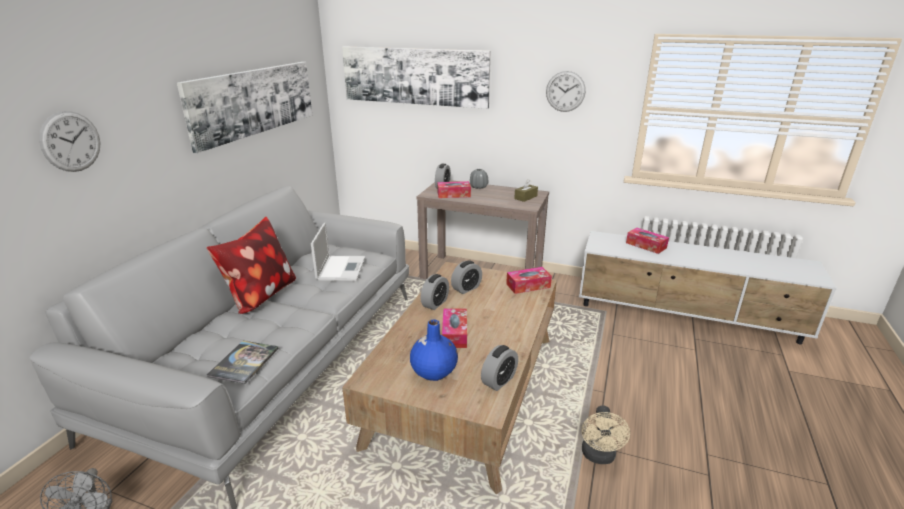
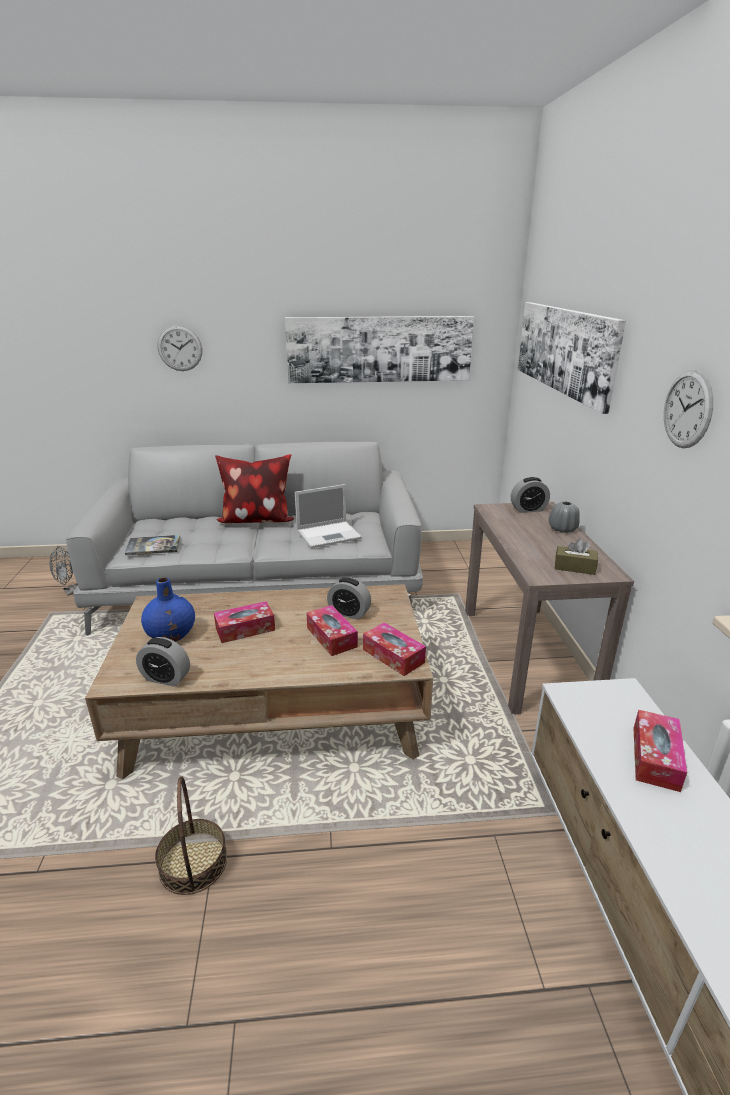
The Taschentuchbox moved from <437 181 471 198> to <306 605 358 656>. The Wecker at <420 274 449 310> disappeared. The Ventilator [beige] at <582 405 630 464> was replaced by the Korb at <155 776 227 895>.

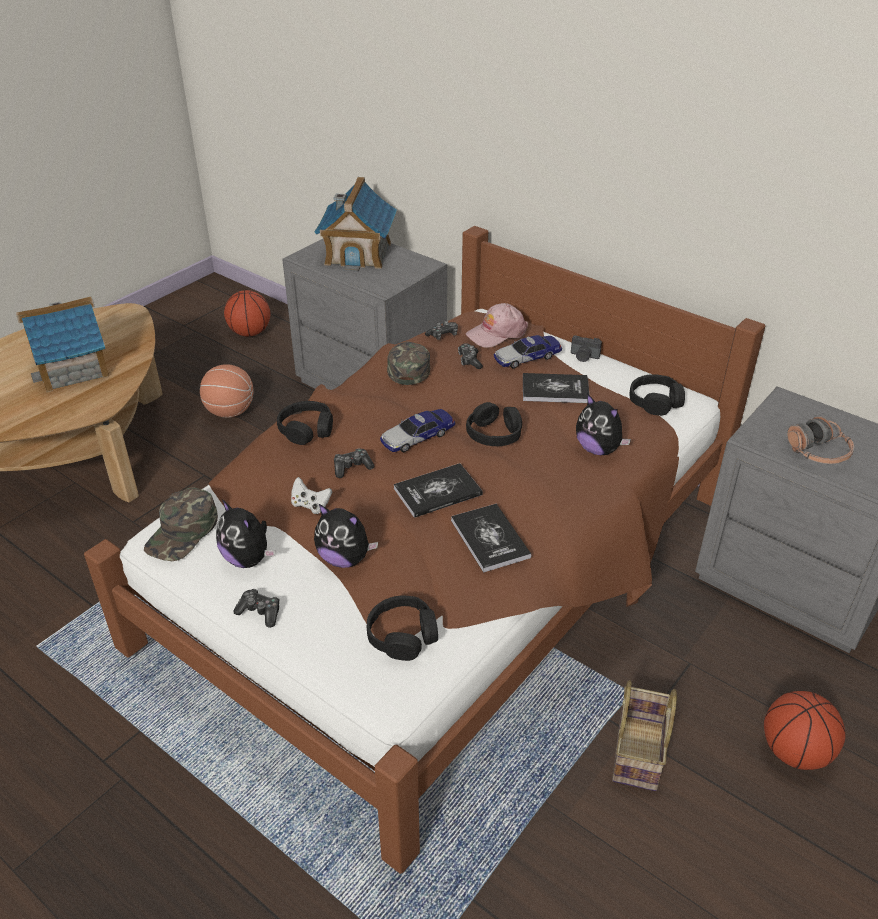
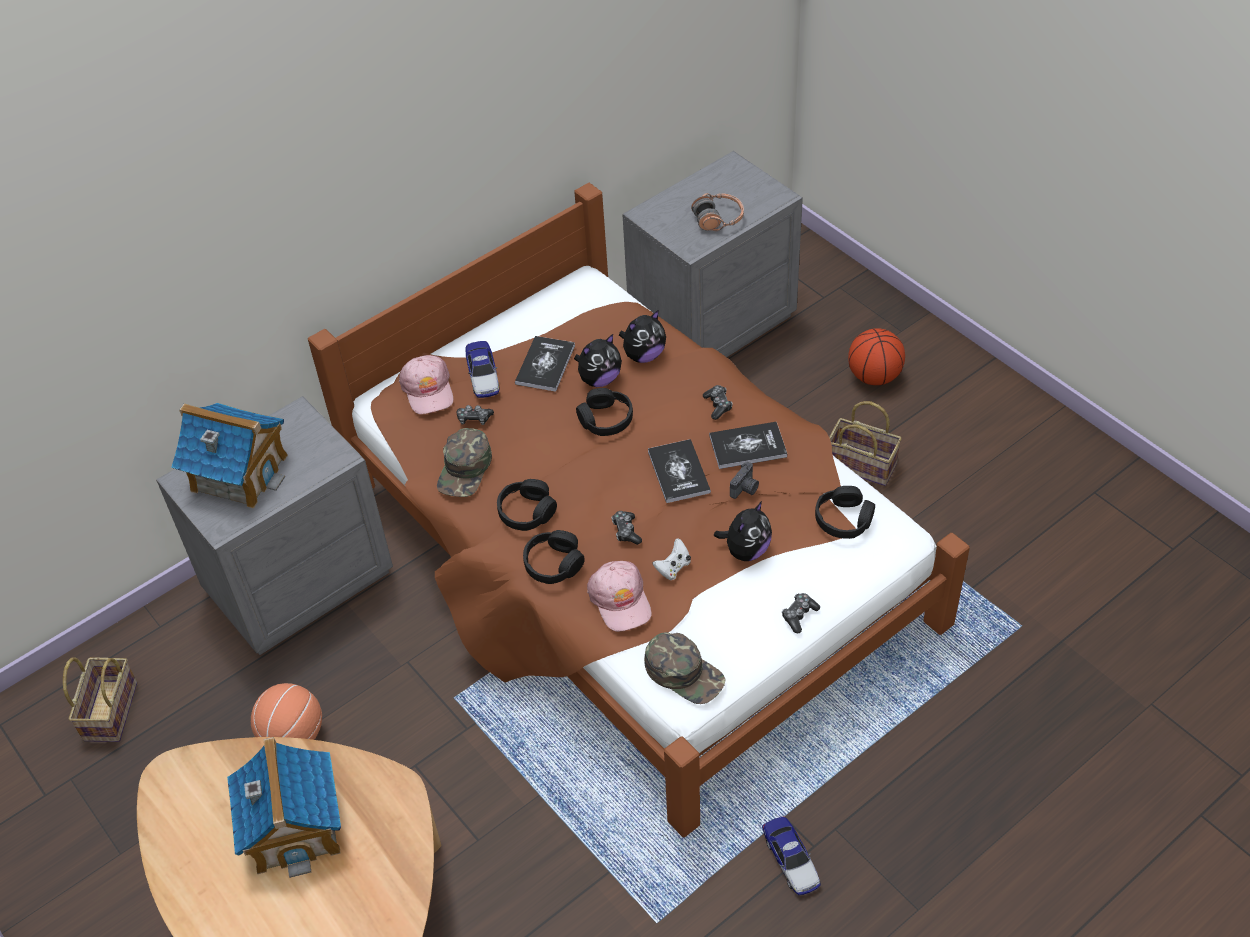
The Basketball at <224 290 270 337> was replaced by the Korb at <63 657 137 742>. The Gamepad moved from <425 321 458 340> to <703 385 732 420>. The Kamera moved from <571 335 602 362> to <730 462 759 499>. The Kappe [grün] at <387 342 430 385> turned 90 degrees counterclockwise. The Kopfhörer [schwarz] moved from <629 374 685 416> to <497 479 557 531>. The Spielzeugauto moved from <380 409 455 452> to <762 817 821 895>. The Plüschtier moved from <216 500 276 568> to <574 334 622 387>. The Kappe [rosa] at <587 561 652 632> appeared.

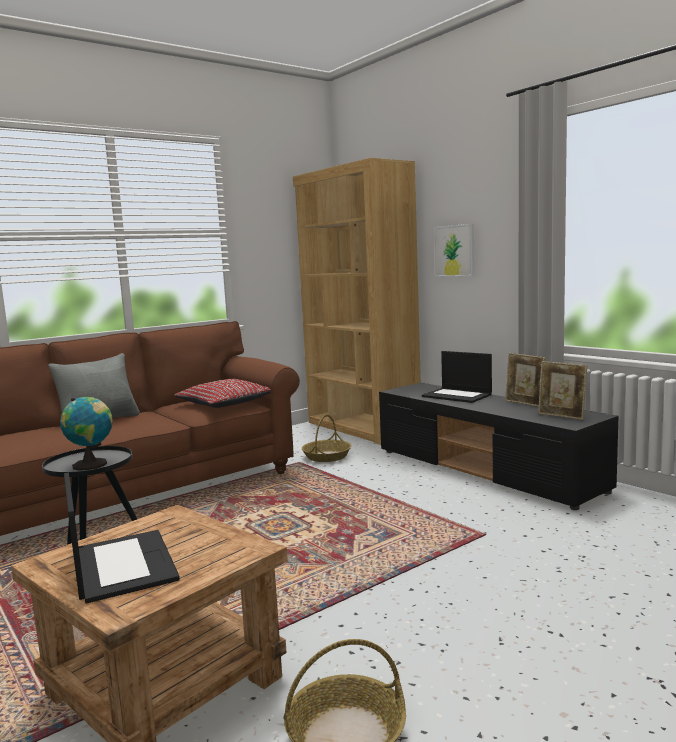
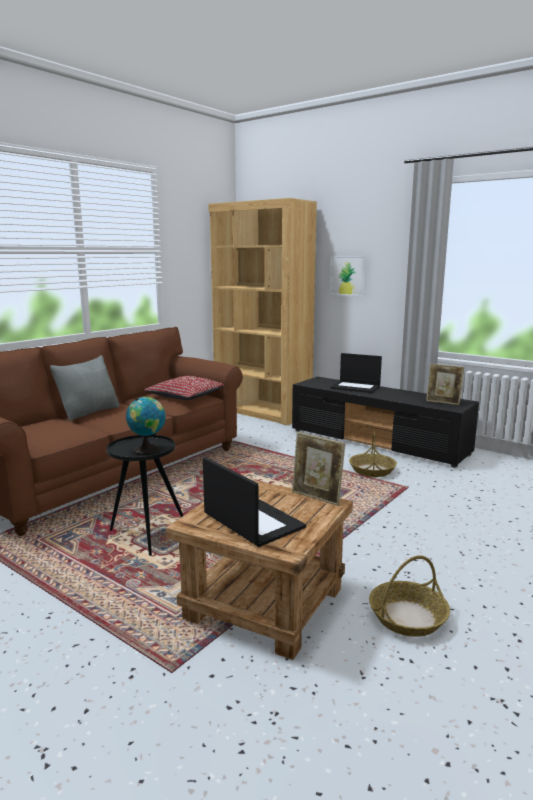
The Bilderrahmen moved from <505 353 546 407> to <292 432 345 506>. The Korb moved from <302 414 351 462> to <349 432 397 477>.

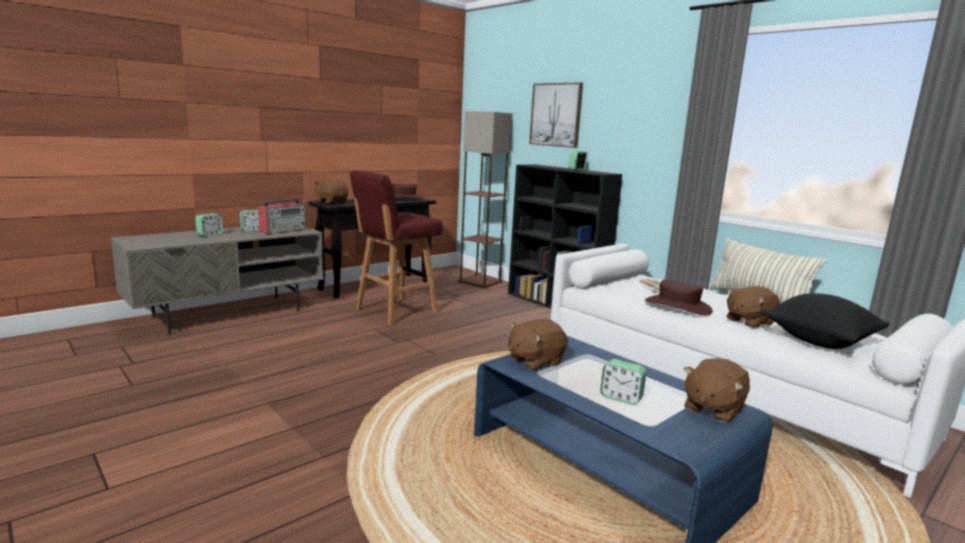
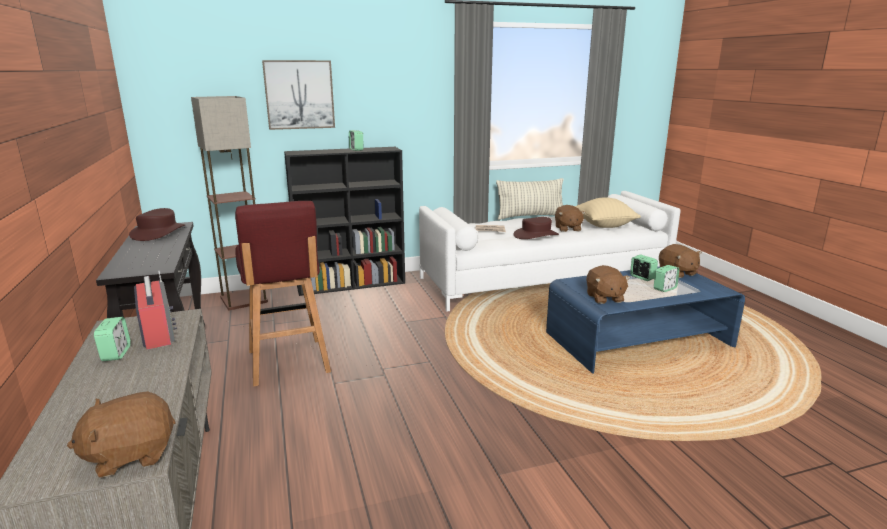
The Plüschtier [braun] moved from <314 179 348 204> to <67 391 176 478>. The Wecker moved from <195 213 223 237> to <630 255 658 281>. The Kissen [schwarz] at <762 293 890 349> became the Kissen [beige] at <574 197 641 228>.

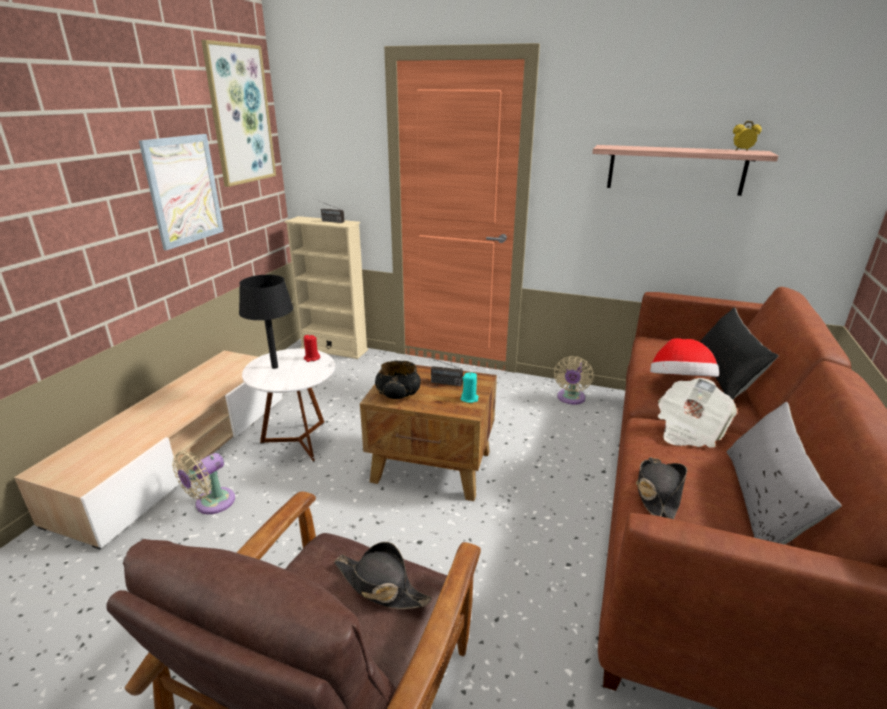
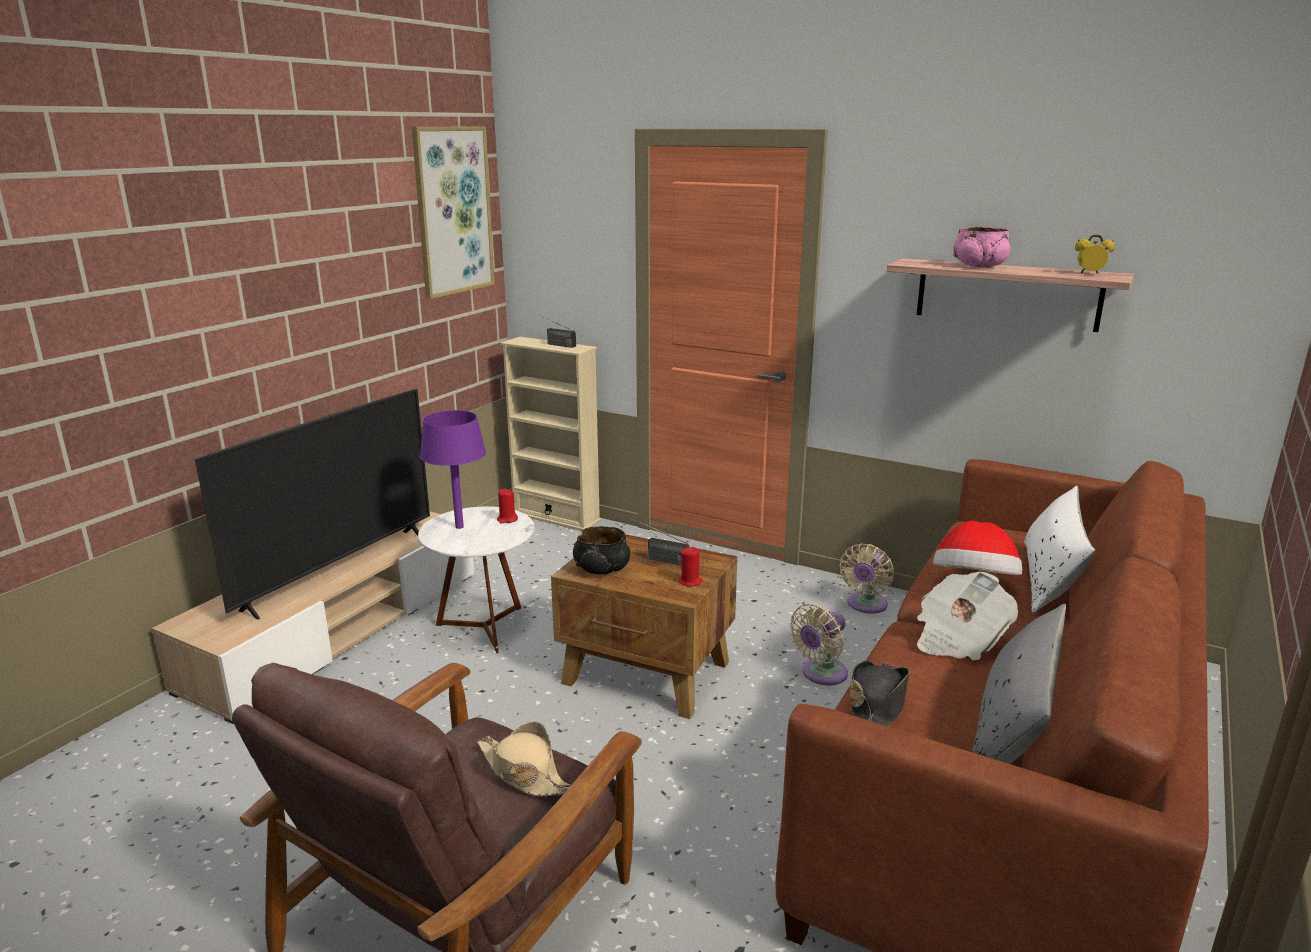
The Bild at <139 134 224 250> disappeared. The Tischlampe [schwarz] at <239 275 293 369> became the Tischlampe [lila] at <420 410 486 529>. The Kissen [schwarz] at <700 307 778 400> became the Kissen [weiß] at <1024 486 1095 614>. The Kerze [türkis] at <461 372 479 403> became the Kerze [rot] at <678 547 703 586>. The Ventilator [beige] moved from <172 451 235 514> to <789 604 848 685>. The Hut [schwarz] at <334 542 432 609> became the Hut [beige] at <478 722 571 796>. The Schüssel [rosa] at <953 227 1011 268> appeared. The Fernseher at <195 389 430 620> appeared.

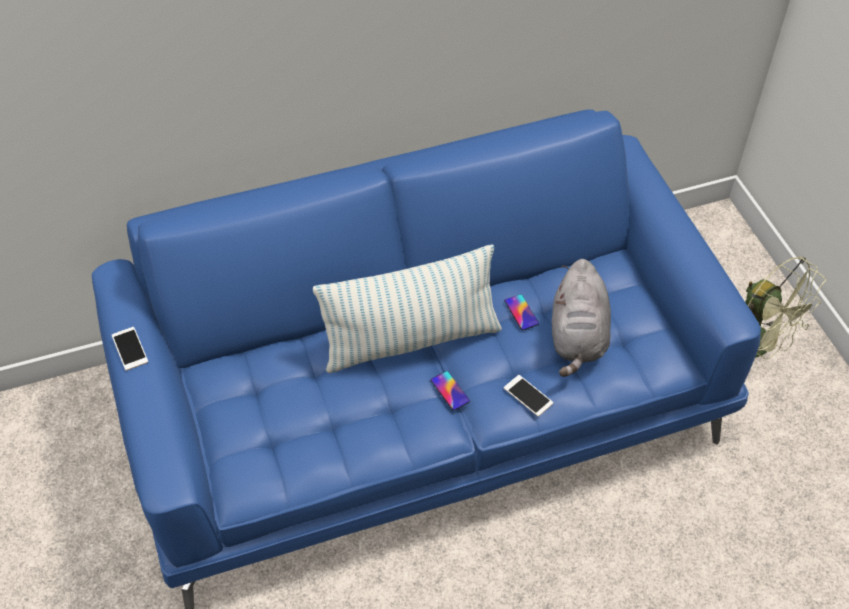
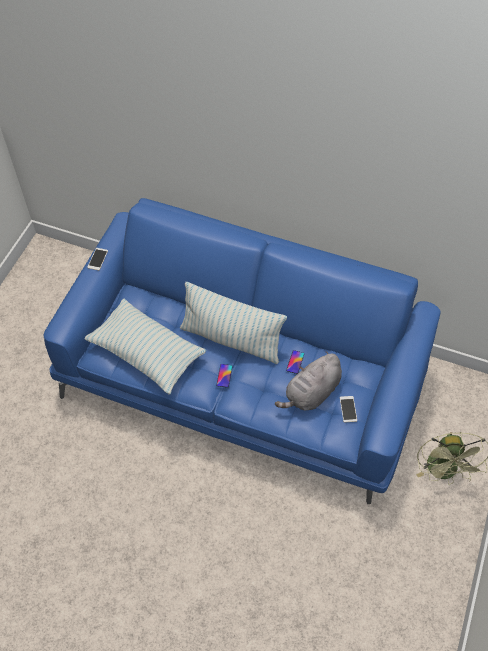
The Handy moved from <504 375 553 416> to <340 396 357 422>. The Kissen at <85 299 206 394> appeared.

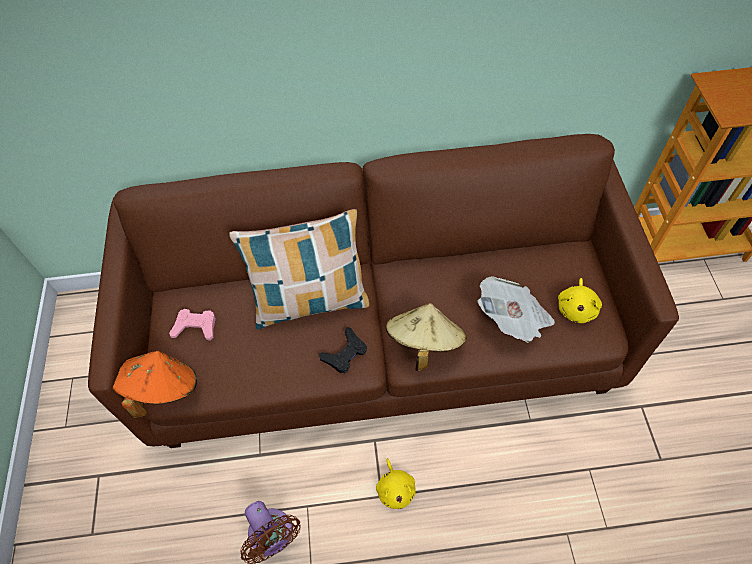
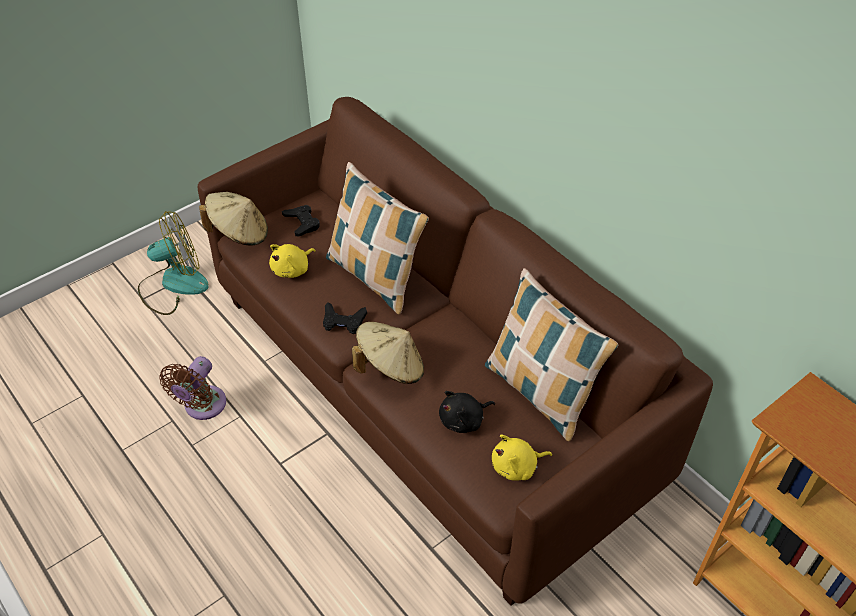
The Zeitung at <477 276 555 343> was replaced by the Plüschtier [schwarz] at <439 391 495 433>. The Gamepad [rosa] at <169 309 216 341> became the Gamepad [schwarz] at <282 205 320 236>. The Hut [orange] at <113 351 197 418> became the Hut [beige] at <199 192 268 246>. The Plüschtier [gelb] moved from <376 458 416 509> to <269 244 315 278>. The Ventilator at <138 211 209 315> appeared. The Kissen at <485 268 618 441> appeared.

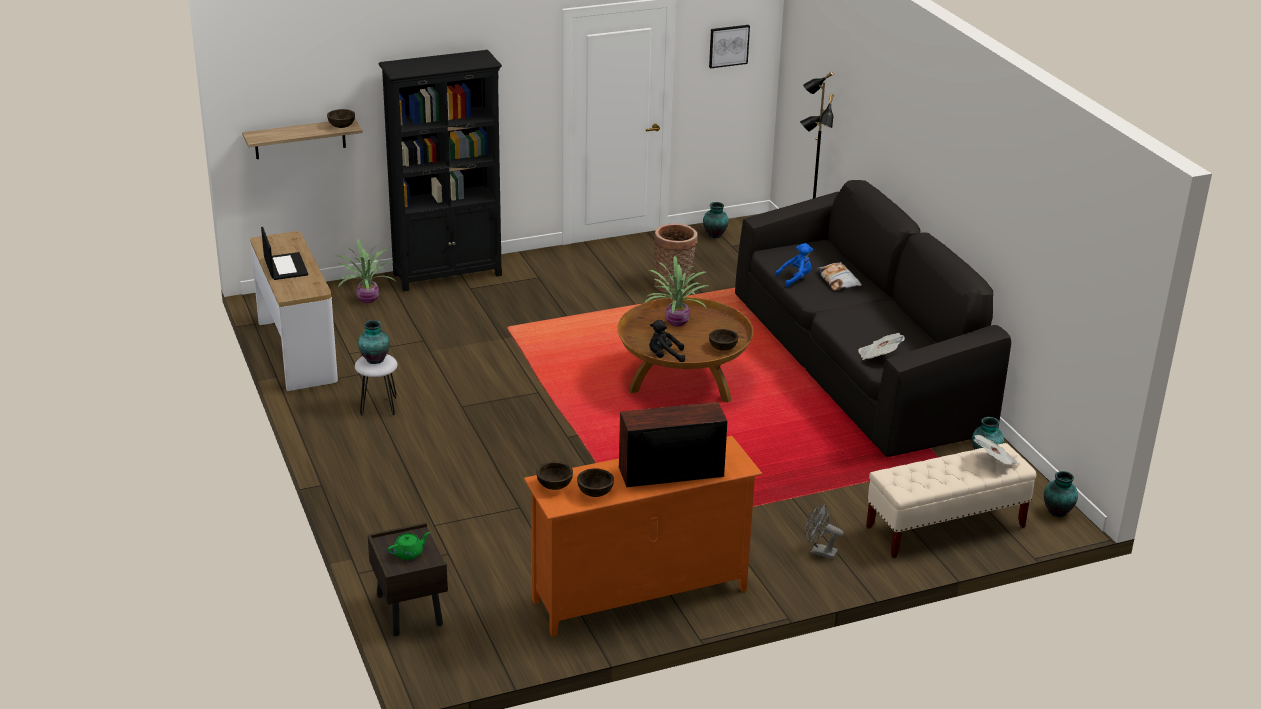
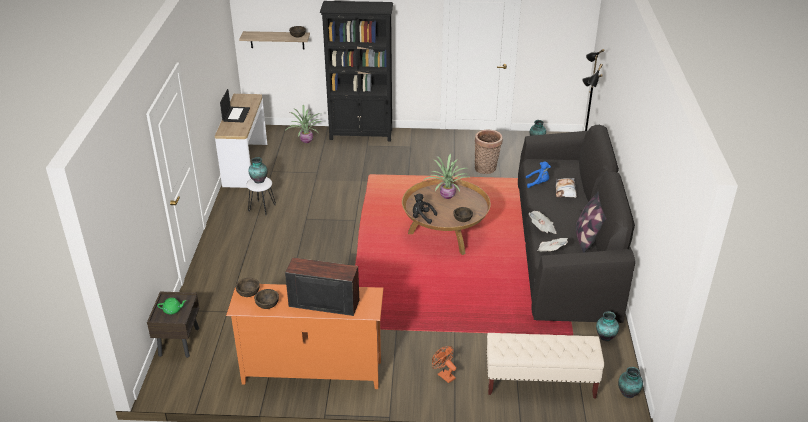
The Bild at <709 25 750 68> disappeared. The Zeitung moved from <974 435 1020 466> to <529 211 557 234>. The Ventilator [grau] at <805 504 844 559> became the Ventilator [orange] at <432 346 456 383>. The Kissen at <576 191 607 253> appeared.

